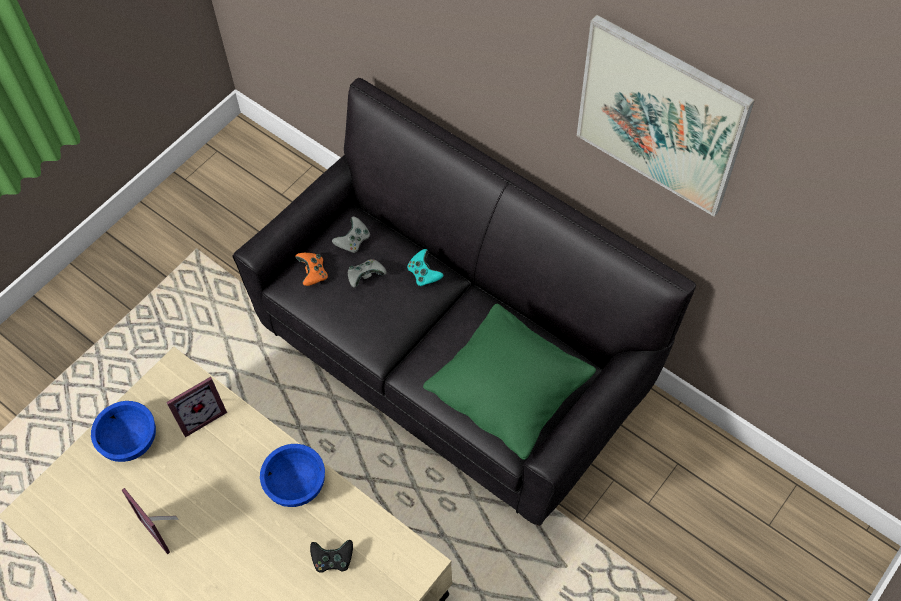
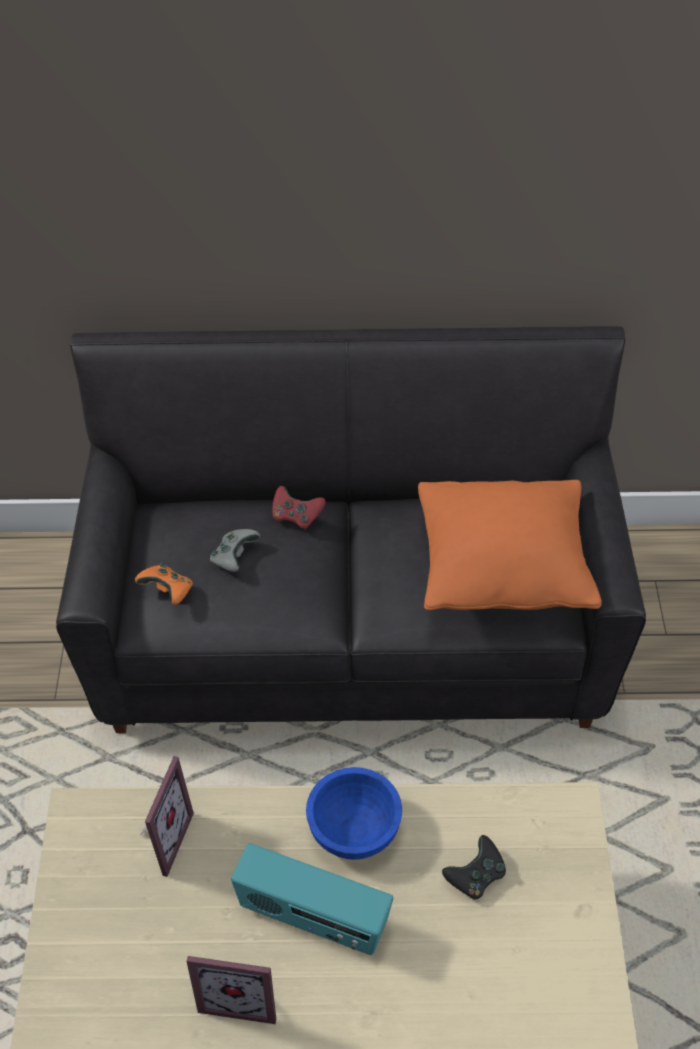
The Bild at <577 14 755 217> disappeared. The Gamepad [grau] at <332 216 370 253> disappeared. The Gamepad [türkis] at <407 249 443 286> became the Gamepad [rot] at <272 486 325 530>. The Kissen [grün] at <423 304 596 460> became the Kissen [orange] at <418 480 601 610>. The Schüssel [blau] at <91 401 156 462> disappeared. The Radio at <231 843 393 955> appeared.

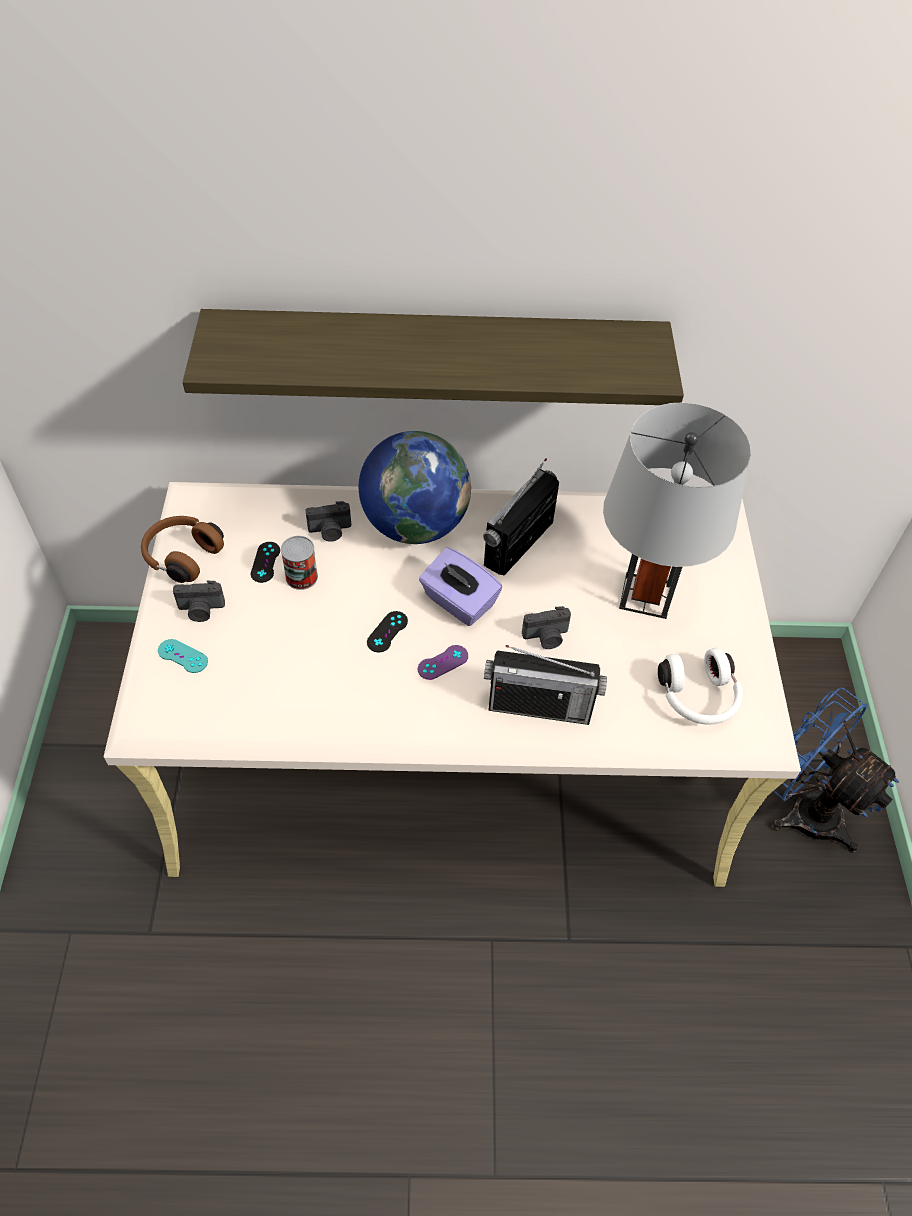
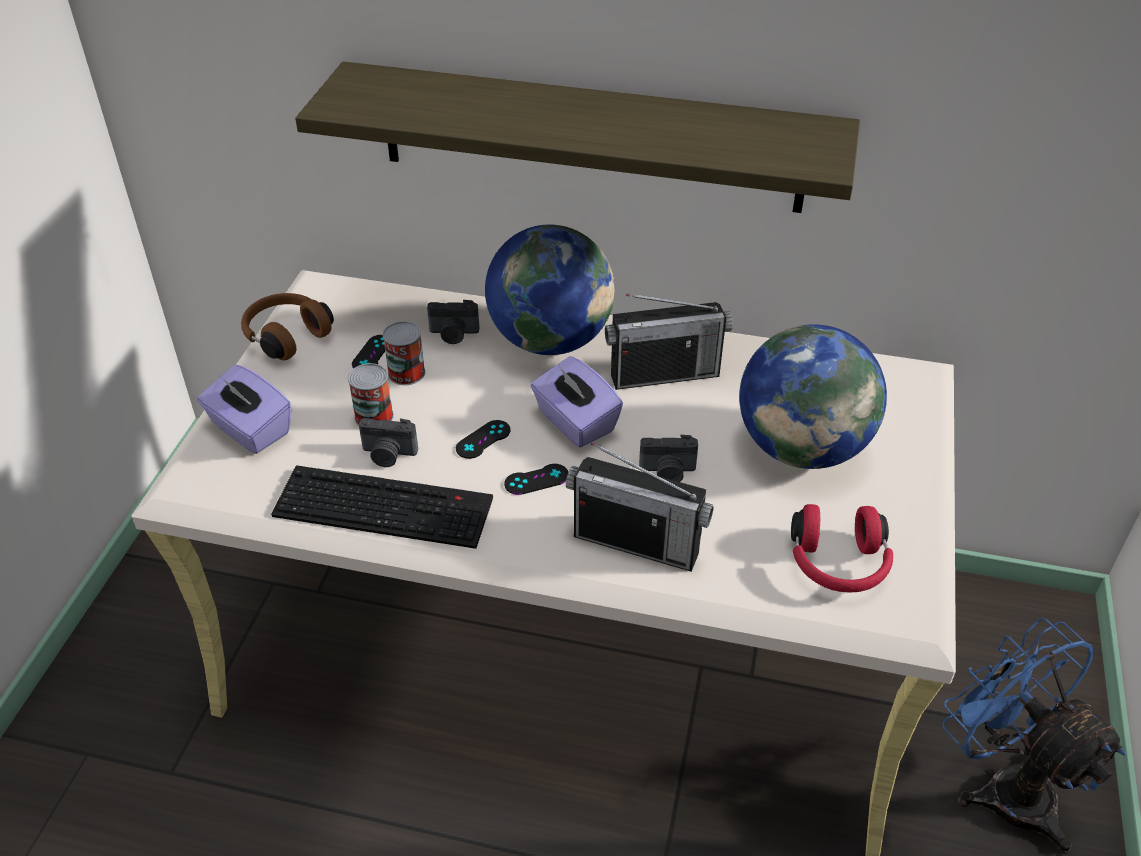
The Tischlampe [grau] at <603 402 751 619> was replaced by the Globus at <739 324 887 469>. The Radio at <483 458 559 575> turned 150 degrees counterclockwise. The Kamera moved from <173 581 225 622> to <359 418 418 467>. The Gamepad [türkis] at <158 639 208 673> was replaced by the Taschentuchbox [lila] at <197 365 291 454>. The Gamepad [lila] at <418 645 468 680> became the Gamepad [schwarz] at <504 464 568 495>. The Kopfhörer [weiß] at <658 648 743 725> became the Kopfhörer [rot] at <791 504 893 593>. The Dose at <348 363 394 426> appeared. The Tastatur at <271 465 493 549> appeared.

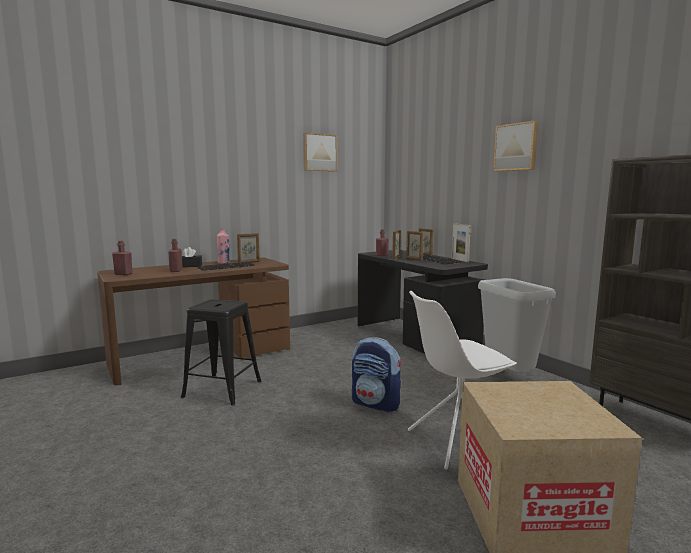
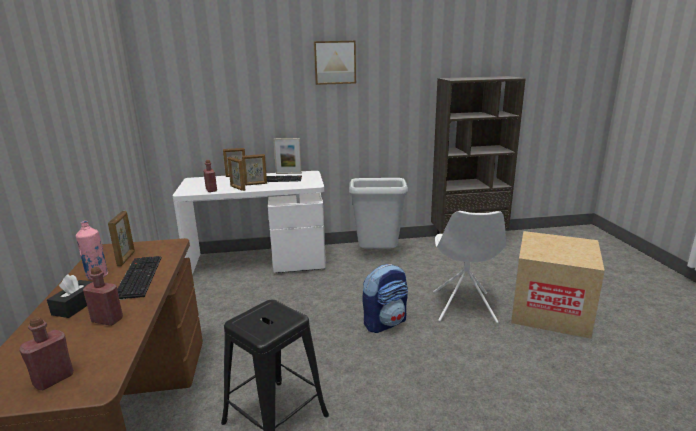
The Bild at <303 133 337 171> disappeared. The Schreibtisch [schwarz] at <358 250 488 354> became the Schreibtisch [weiß] at <173 171 326 275>.

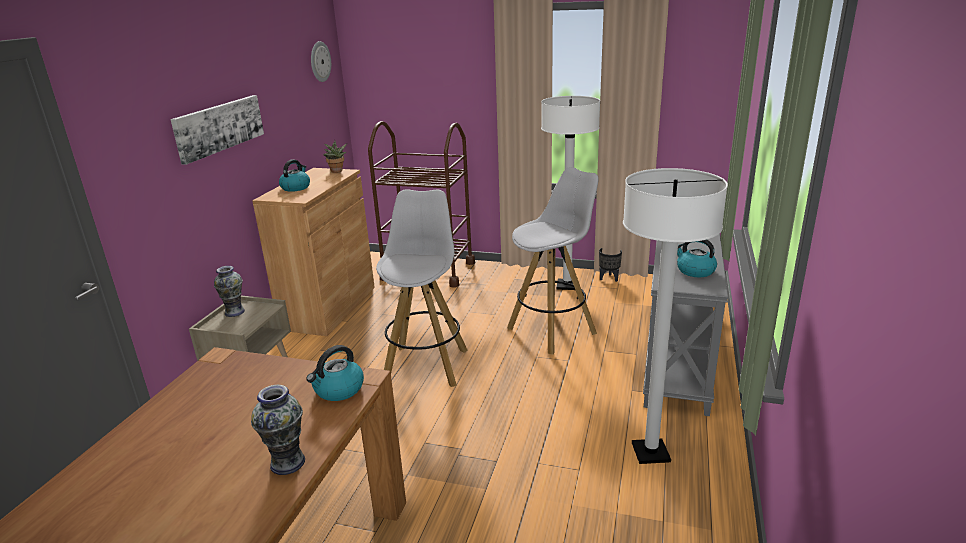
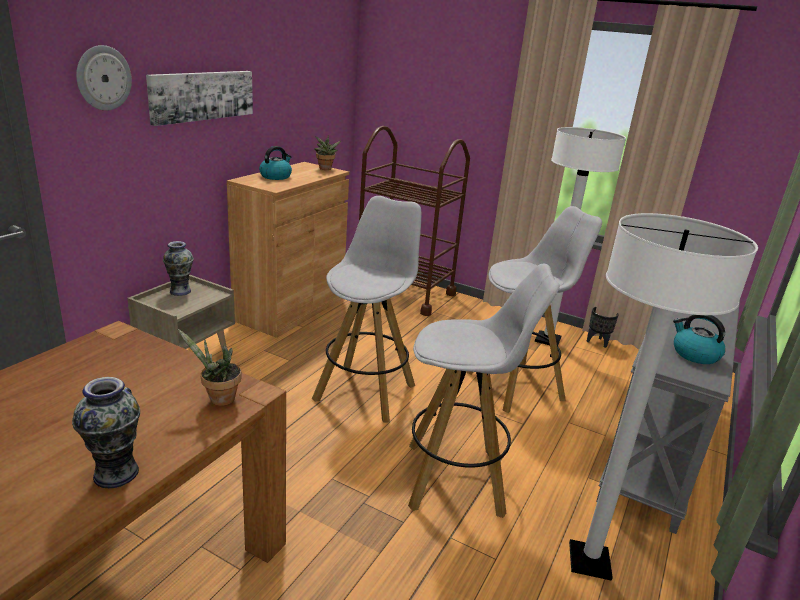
The Wanduhr moved from <311 41 331 82> to <76 45 132 111>. The Wasserkessel at <306 345 364 401> was replaced by the Topfpflanze at <177 328 241 406>. The Hocker [weiß] at <408 264 560 518> appeared.

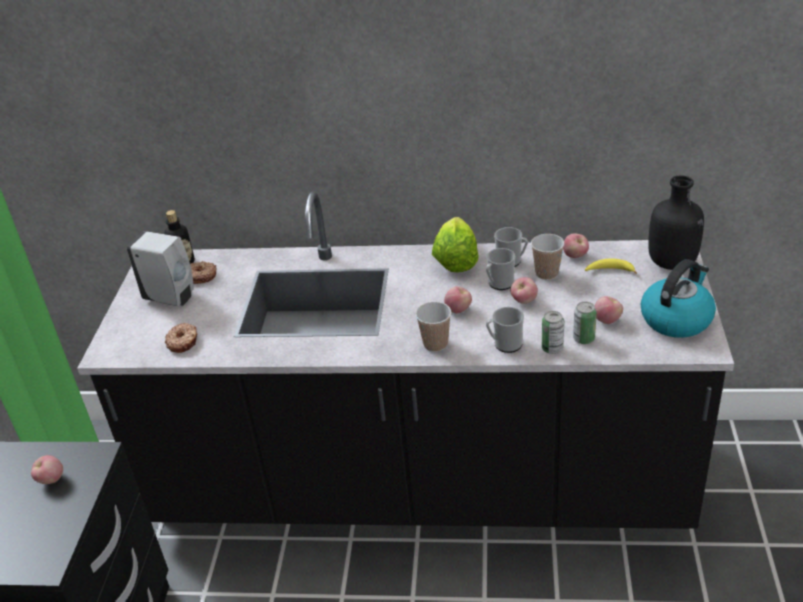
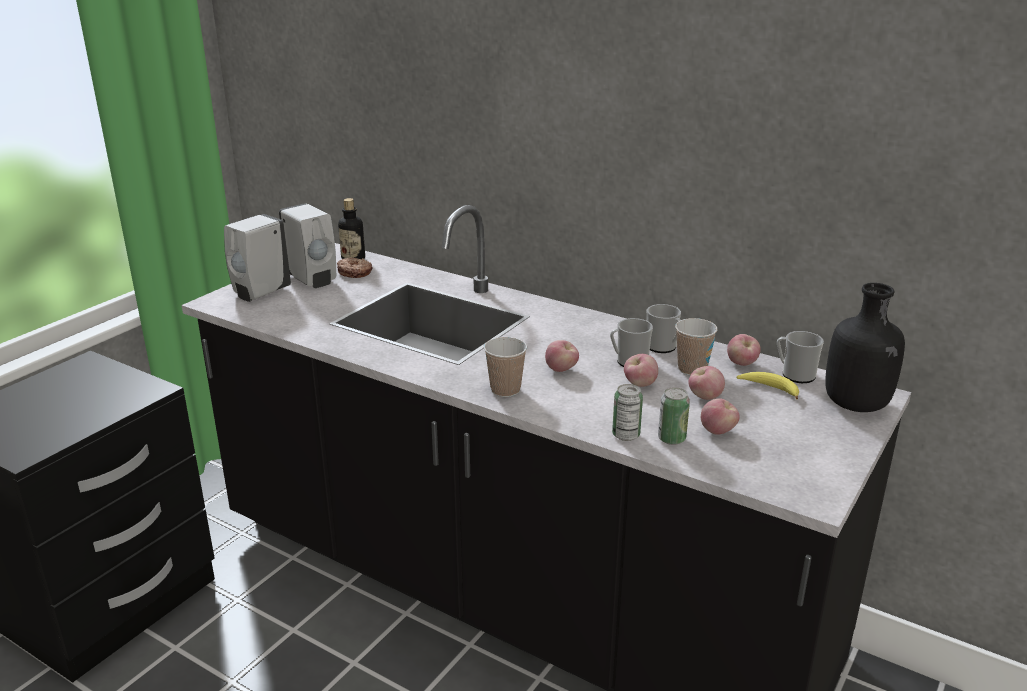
The Salatkopf at <432 217 479 273> disappeared. The Wasserkessel at <641 259 716 338> disappeared. The Henkelbecher moved from <486 307 524 353> to <777 331 824 383>. The Donut at <165 323 198 353> disappeared. The Apfel moved from <31 455 63 484> to <688 366 725 400>. The Seifenspender [weiß] at <224 214 291 302> appeared.

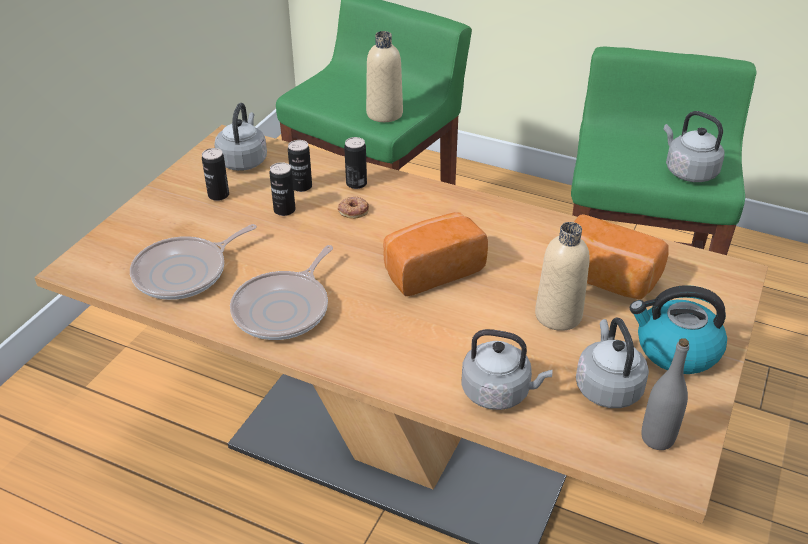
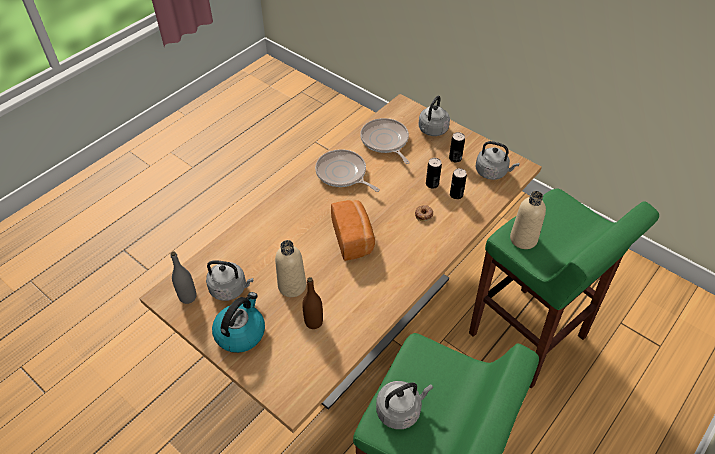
The Dose at <344 137 367 189> disappeared. The Brot at <574 214 668 299> was replaced by the Flasche [braun] at <302 277 323 329>. The Wasserkessel [grau] moved from <461 329 552 410> to <419 95 450 136>.

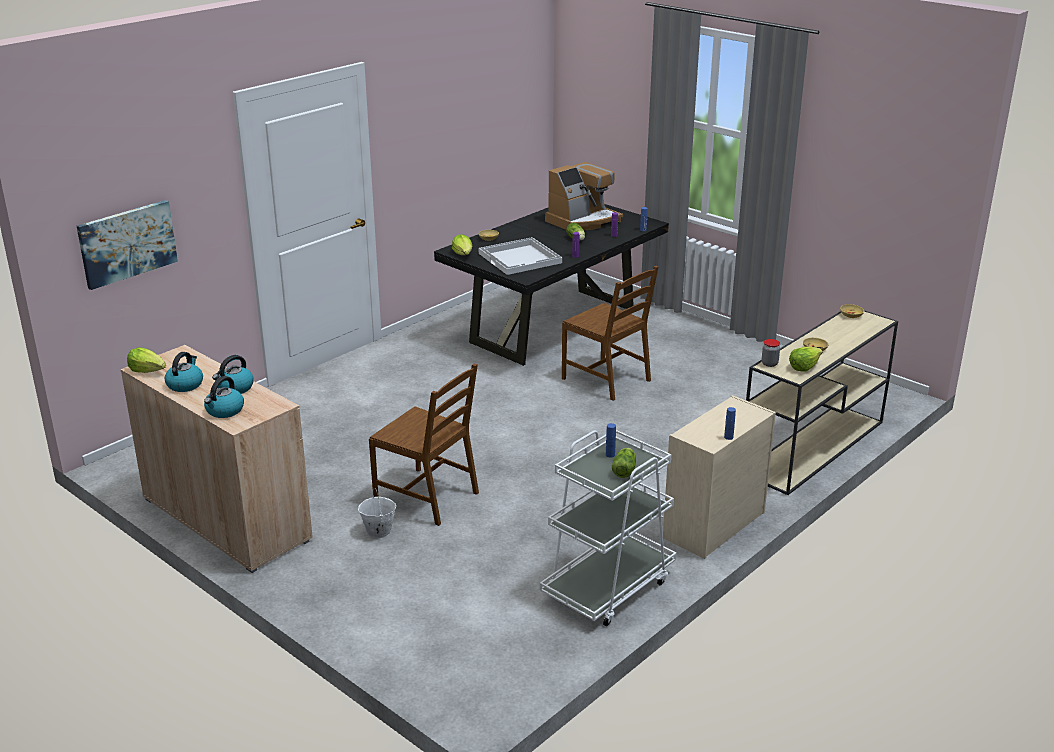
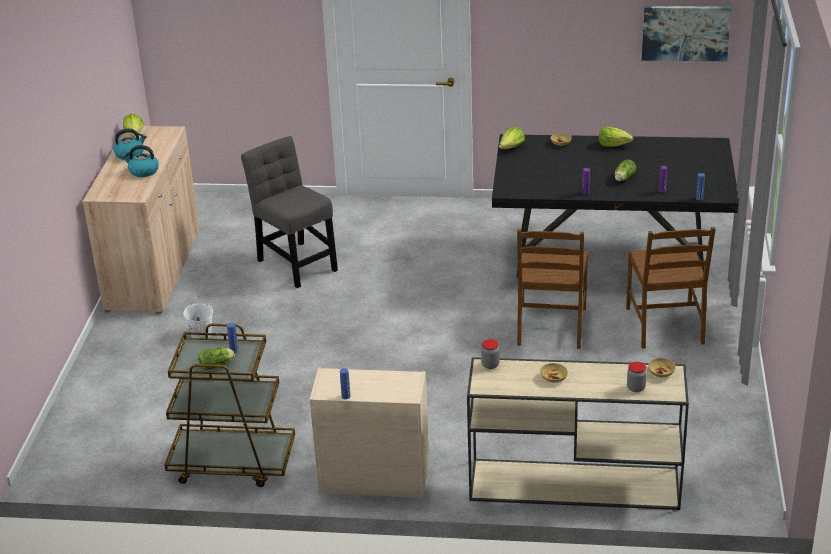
The Kaffeemaschine at <545 162 623 230> disappeared. The Bild moved from <77 200 178 290> to <642 6 732 61>. The Tablett [weiß] at <479 237 562 275> disappeared. The Salatkopf moved from <789 347 823 372> to <599 127 633 147>. The Stuhl [braun] moved from <369 363 479 526> to <626 227 715 349>. The Wasserkessel at <204 376 244 418> disappeared. The Rollwagen [weiß] at <540 430 677 626> became the Rollwagen [braun] at <164 324 295 487>. The Stuhl [grau] at <241 136 338 288> appeared. The Vorratsglas at <627 362 647 392> appeared.

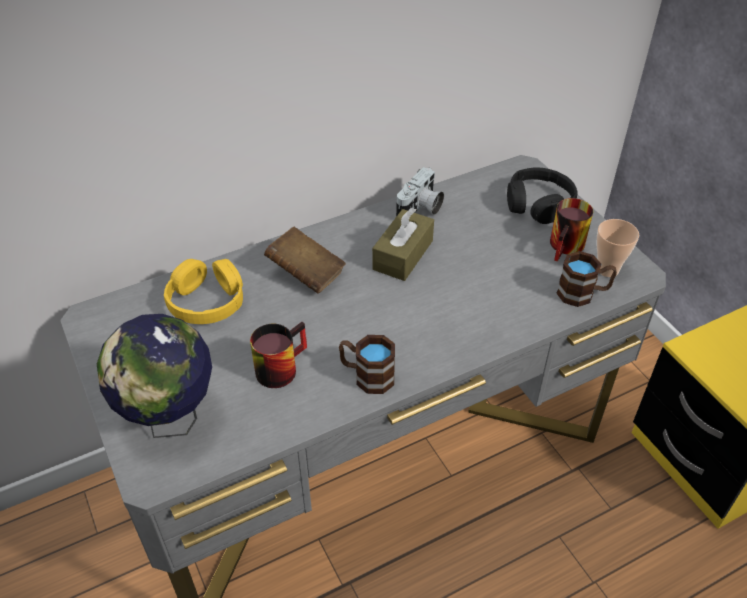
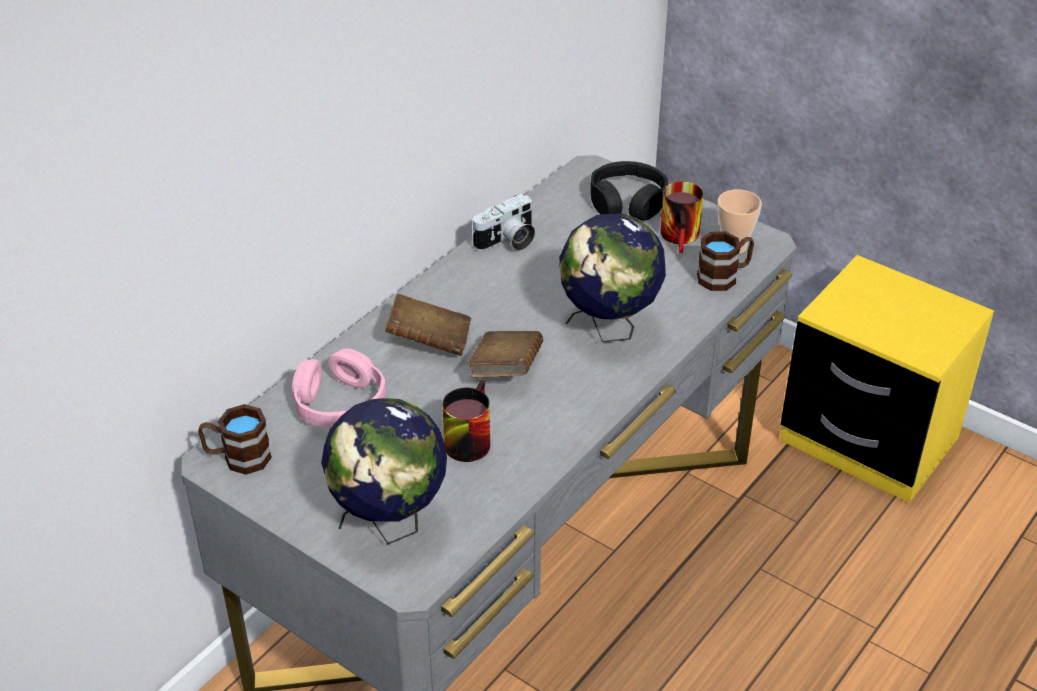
The Kamera at <396 167 444 217> turned 45 degrees clockwise. The Taschentuchbox [braun] at <372 207 434 281> disappeared. The Kopfhörer [gelb] at <164 259 243 324> became the Kopfhörer [rosa] at <292 348 386 428>. The Henkelbecher [braun] moved from <339 335 395 394> to <198 404 272 475>. The Globus at <559 213 666 342> appeared. The Buch [braun] at <468 331 543 378> appeared.

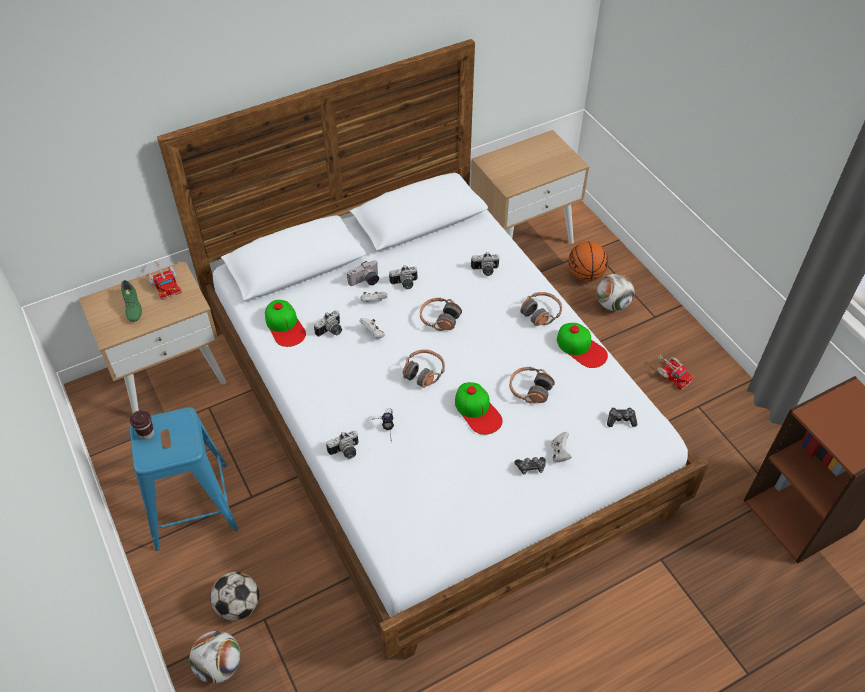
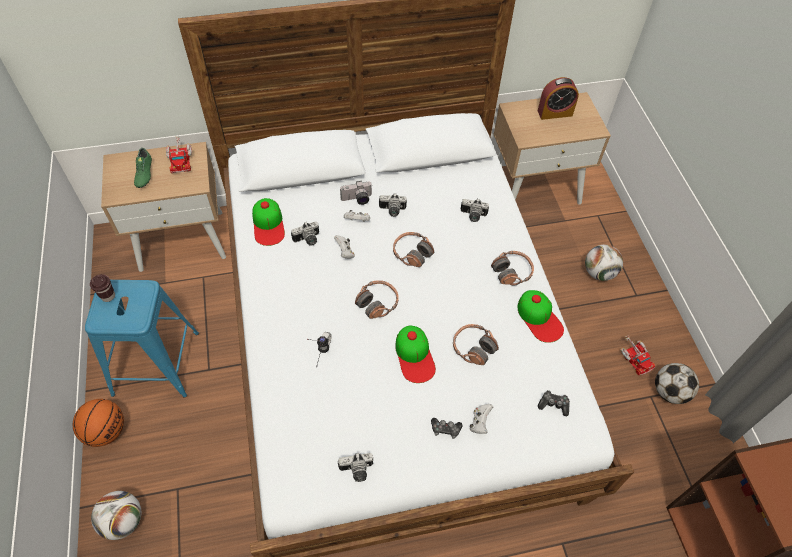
The Basketball moved from <568 241 608 281> to <73 399 124 447>. The Kamera moved from <326 430 358 459> to <338 453 373 482>. The Fußball moved from <210 571 259 621> to <655 363 699 404>. The Wecker at <538 77 579 120> appeared.

